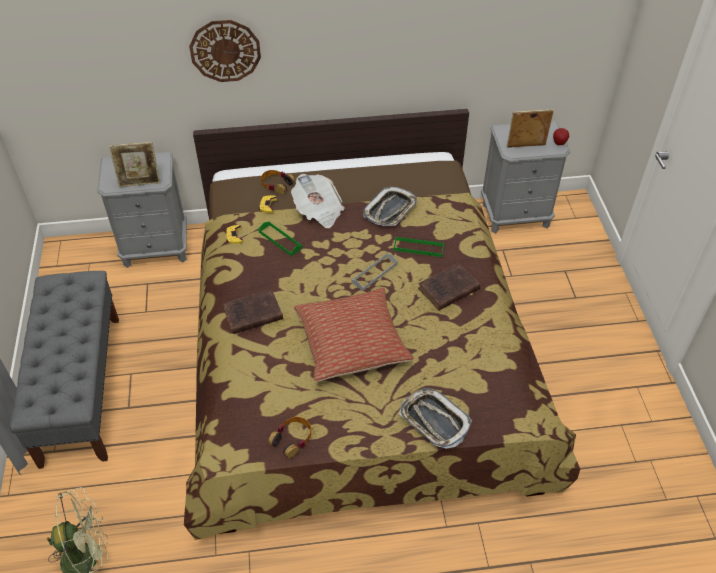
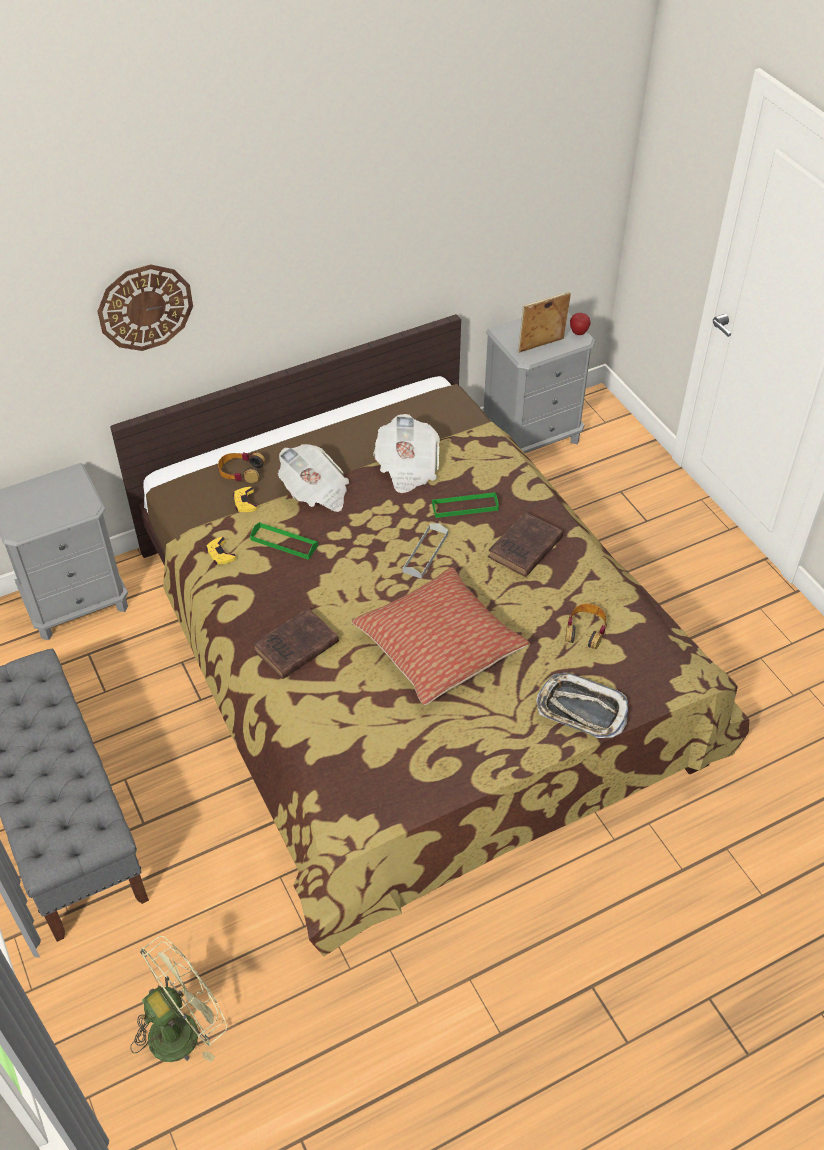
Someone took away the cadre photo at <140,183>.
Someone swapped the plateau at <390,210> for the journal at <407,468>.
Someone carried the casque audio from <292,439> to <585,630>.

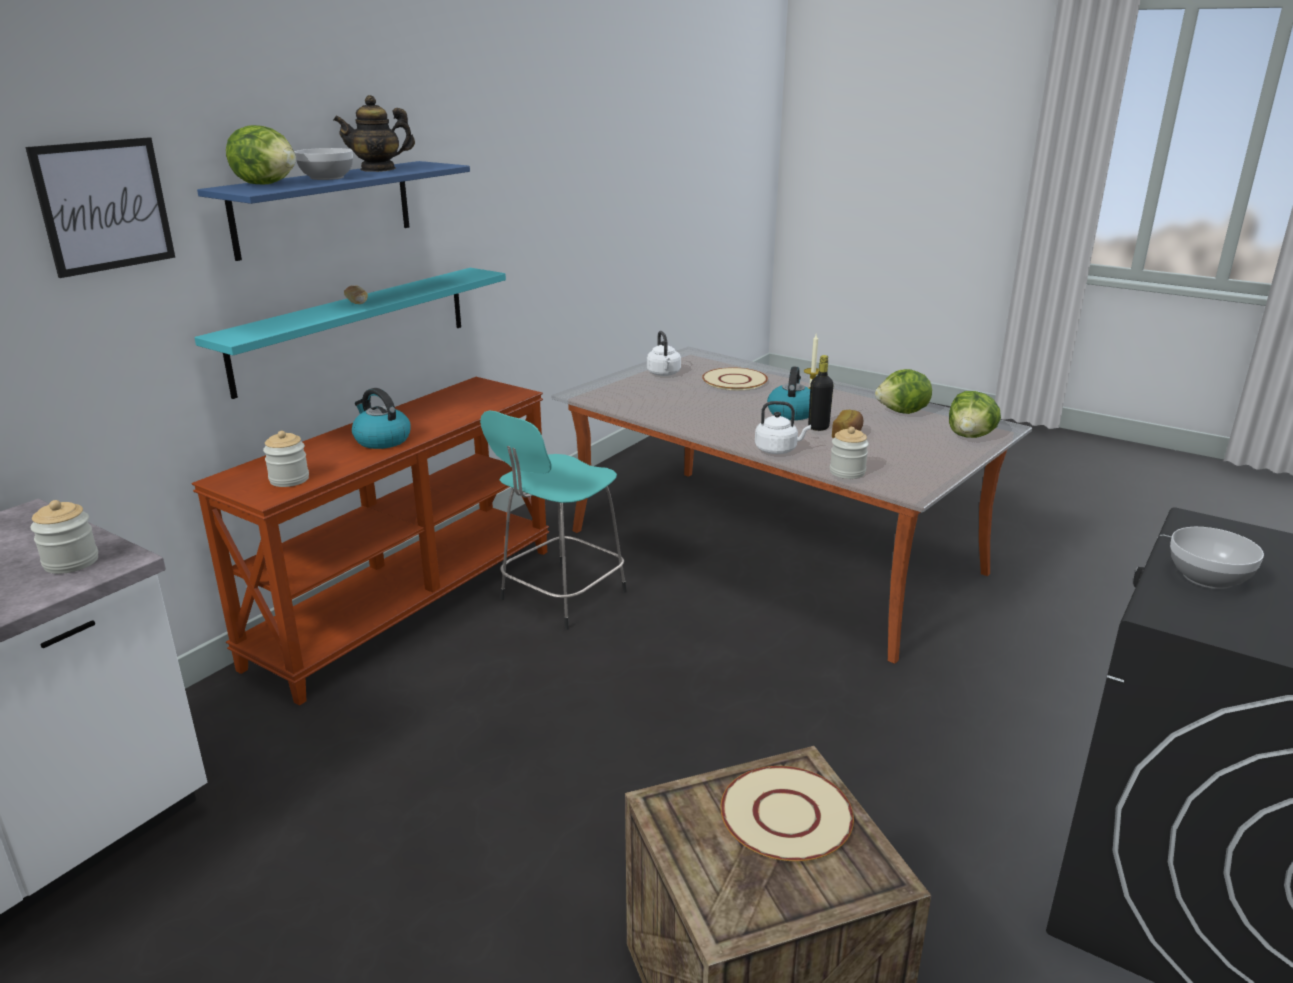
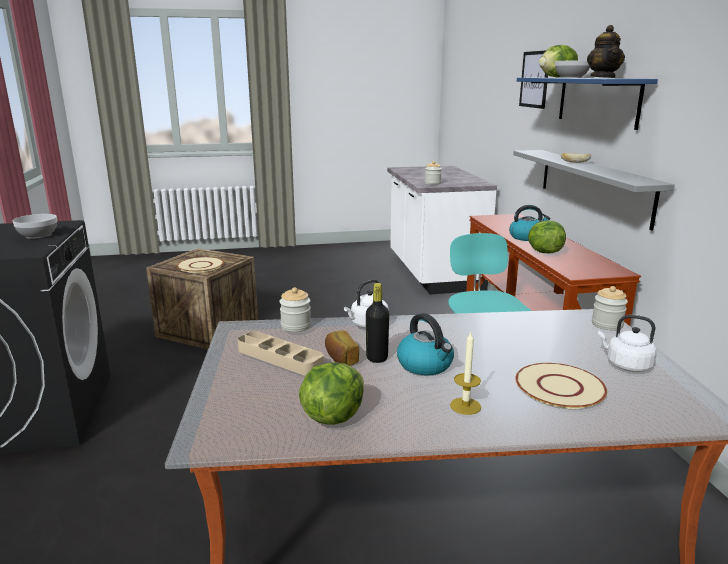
Someone rotated the théière at <378,169> by 150 degrees clockwise.
Someone repainted the étagère [turquoise] at <354,328>, which became the étagère [gris] at <593,185>.
Someone carried the laitue from <970,436> to <543,252>.
Someone carried the bocal from <289,479> to <607,324>.
Someone put down the plateau [beige] at <279,358>.

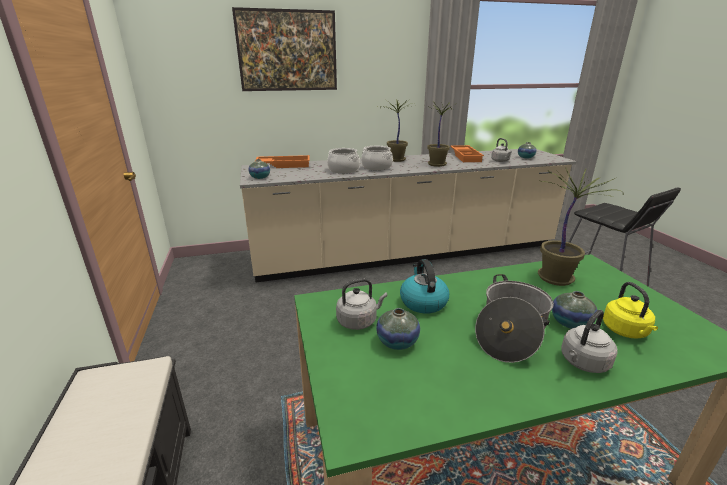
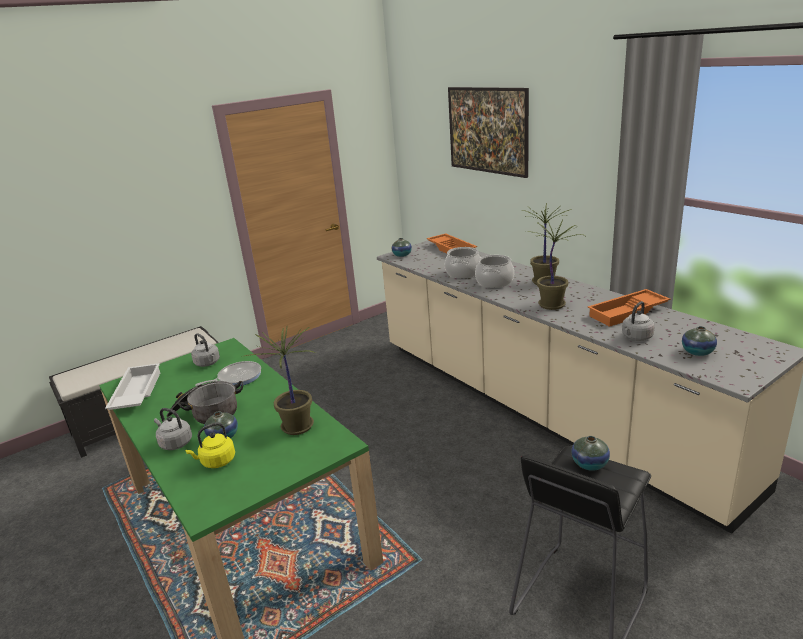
Someone swapped the bouilloire at <423,302> for the poêle at <237,377>.
Someone carried the vase from <397,342> to <589,464>.
Someone put down the plateau [blanc] at <136,393>.

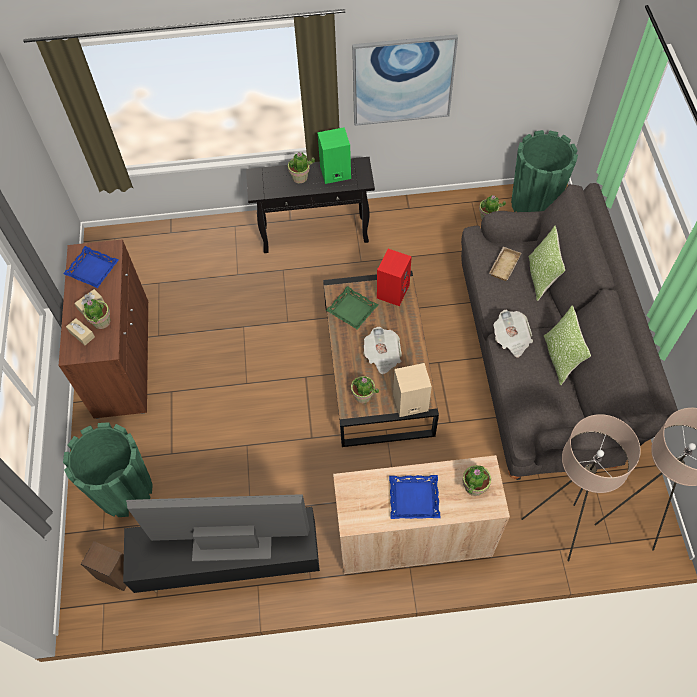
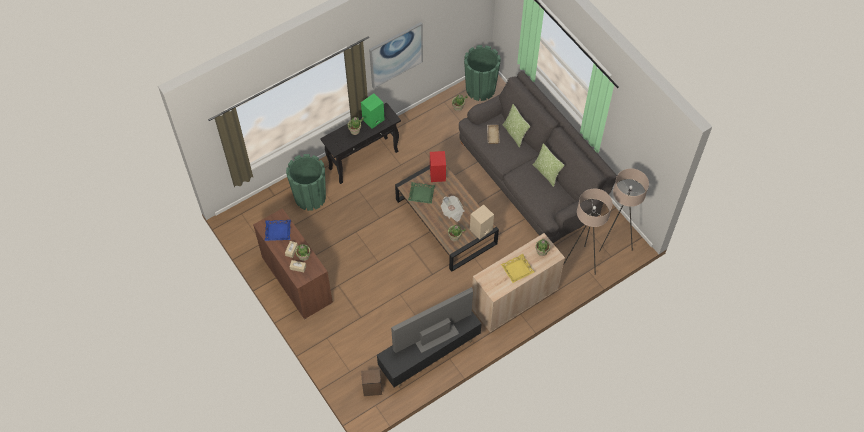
Someone took away the journal at <511,339>.
Someone carried the cache-pot [vert] from <125,490> to <310,197>.
Someone repainted the plateau [bleu] at <414,498>, which became the plateau [jaune] at <517,269>.

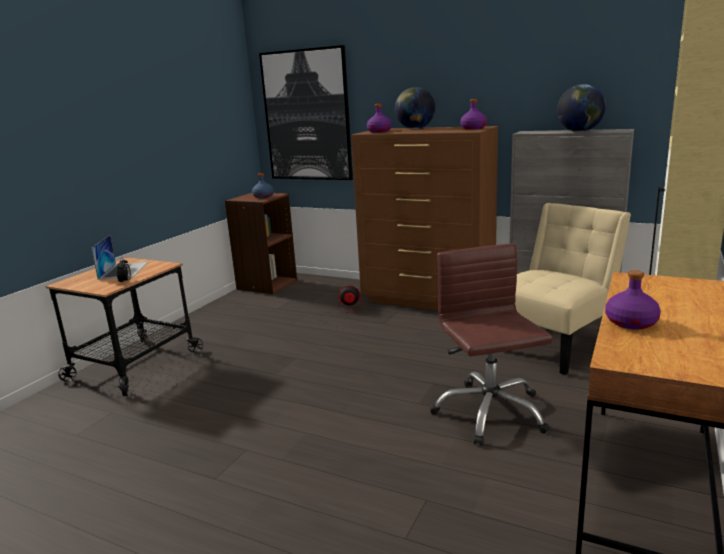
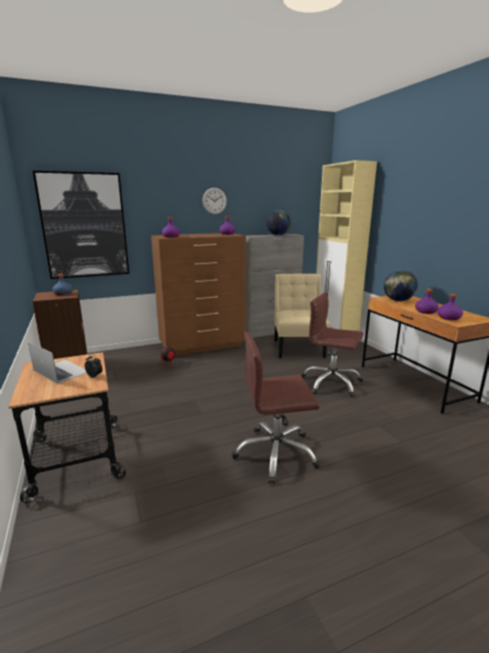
Someone carried the globe from <415,128> to <398,300>.
Someone put up the horloge murale at <214,201>.
Someone put down the bouteille [violet] at <449,318>.
Someone put down the chaise de bureau [marron] at <276,454>.

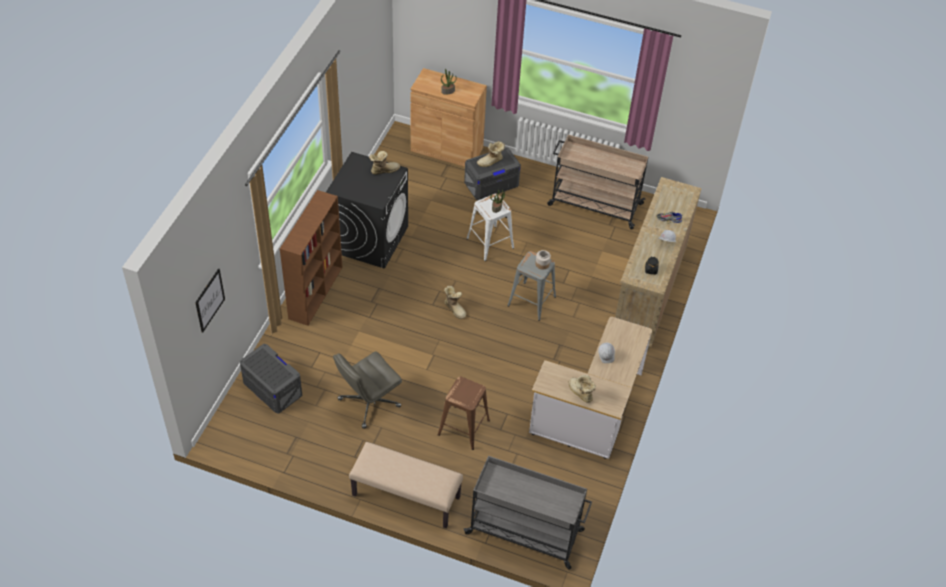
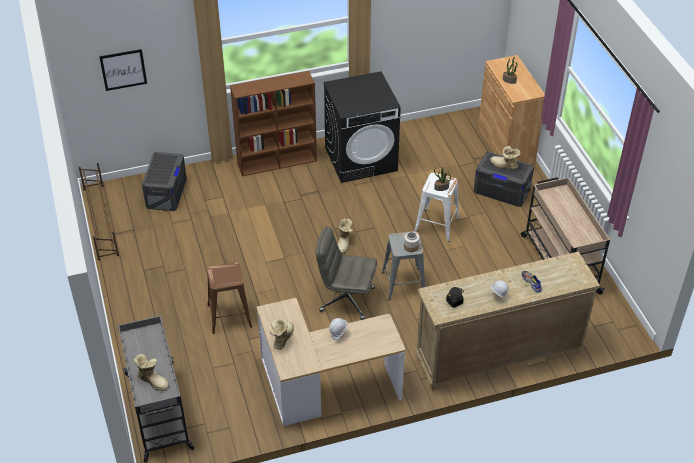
Someone carried the botte from <384,170> to <153,380>.
Someone carried the chaise de bureau [gris] from <368,403> to <346,299>.
Someone took away the banc [beige] at <405,497>.
Someone put down the étagère à chaussures [marron] at <101,221>.

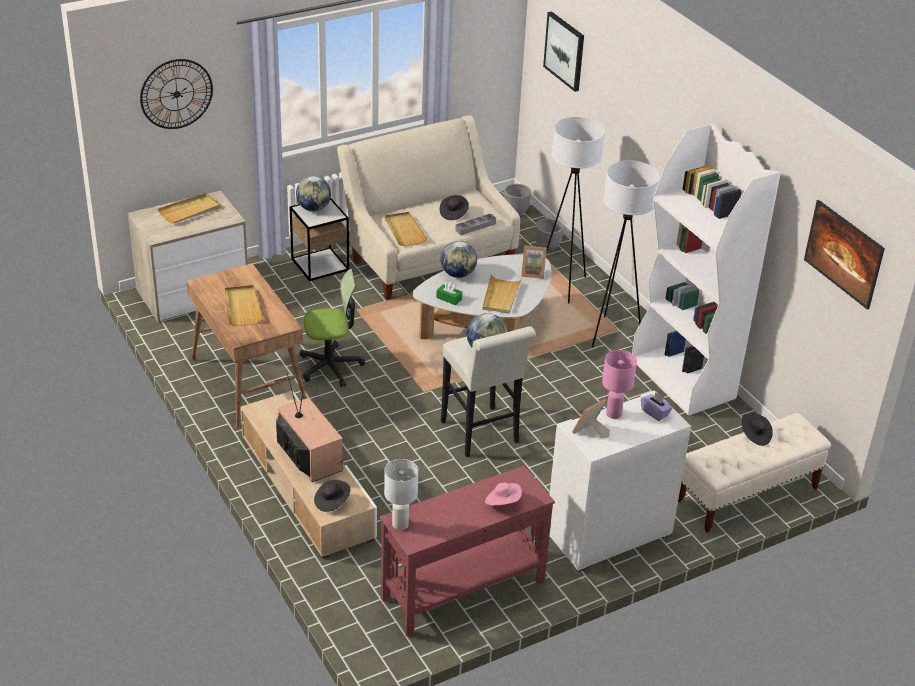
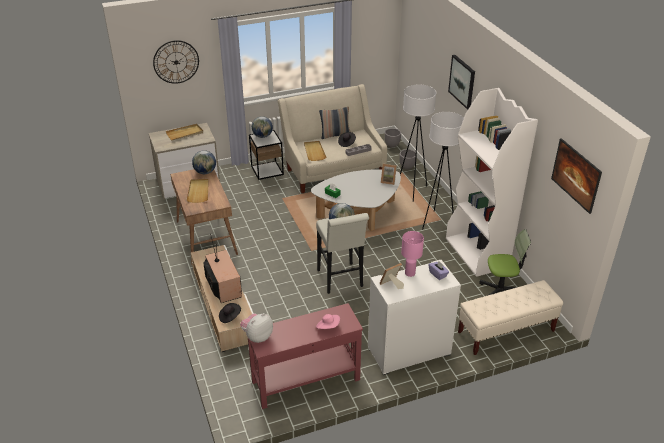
Someone carried the tableau from <565,51> to <462,81>.
Someone carried the globe from <458,274> to <205,172>.
Someone carried the chaise de bureau from <330,366> to <501,292>.
Someone took away the plateau [beige] at <501,296>.
Someone took away the chapeau [noir] at <755,436>.
Someone swapped the lampe de table [blanc] at <400,524> for the peluche at <257,336>.
Someone put down the coussin at <335,135>.

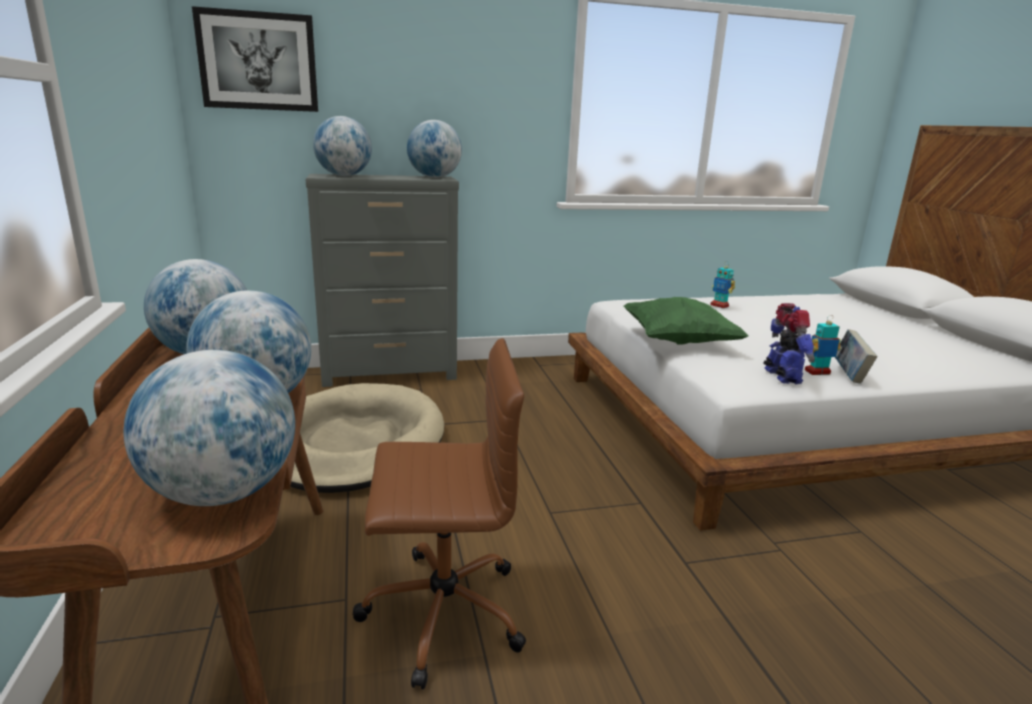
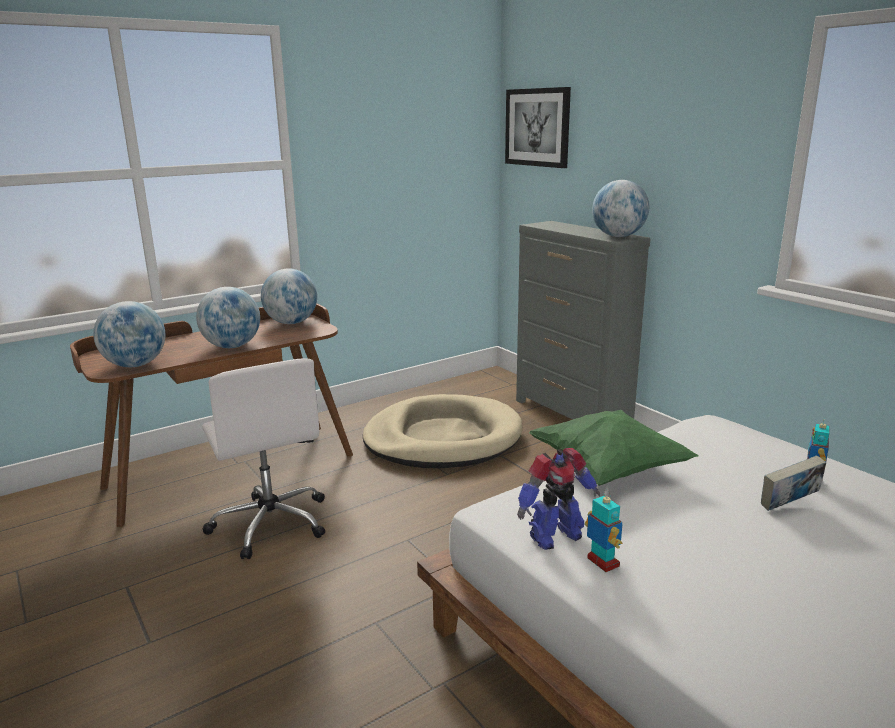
Someone took away the globe at <344,176>.
Someone carried the livre from <849,375> to <788,505>.
Someone repainted the chaise de bureau [marron] at <440,611>, which became the chaise de bureau [blanc] at <270,523>.

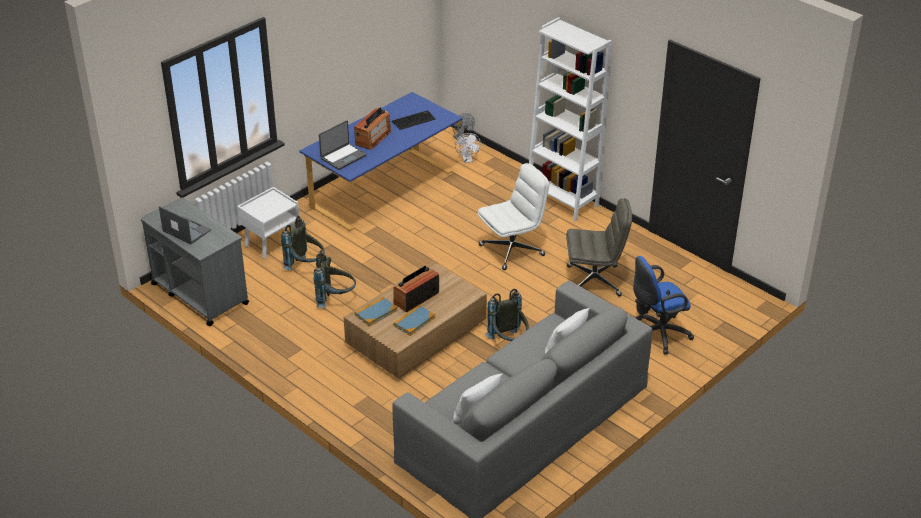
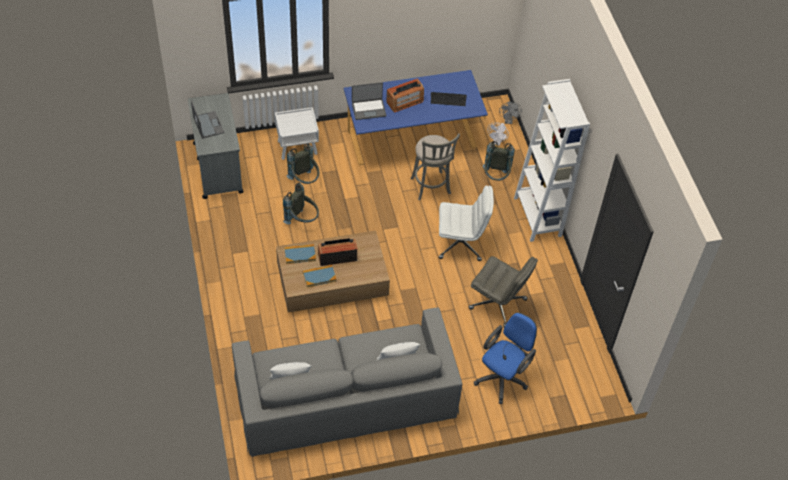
Someone rotated the chaise de bureau [bleu] at <656,335> by 120 degrees clockwise.
Someone carried the sac à dos [gris] from <509,341> to <496,177>.
Someone put down the tabouret [gris] at <431,188>.

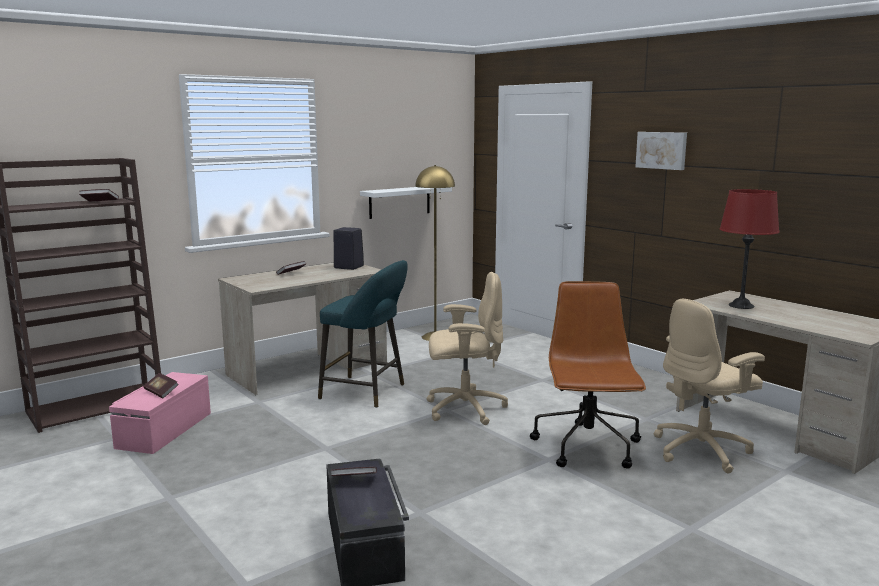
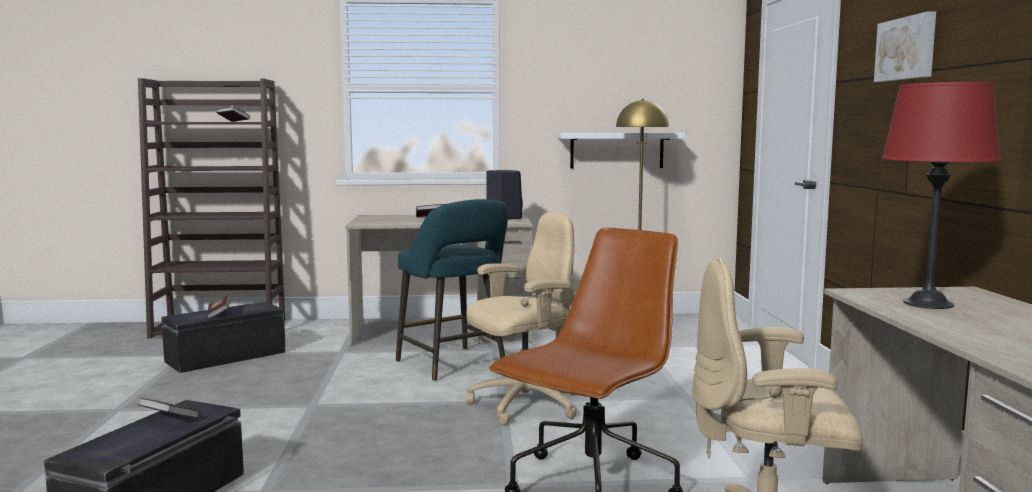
Someone rotated the chaise de bureau [beige] at <464,409> by 60 degrees counterclockwise.
Someone repainted the boîte de rangement [rose] at <163,430>, which became the boîte de rangement [noir] at <225,356>.

